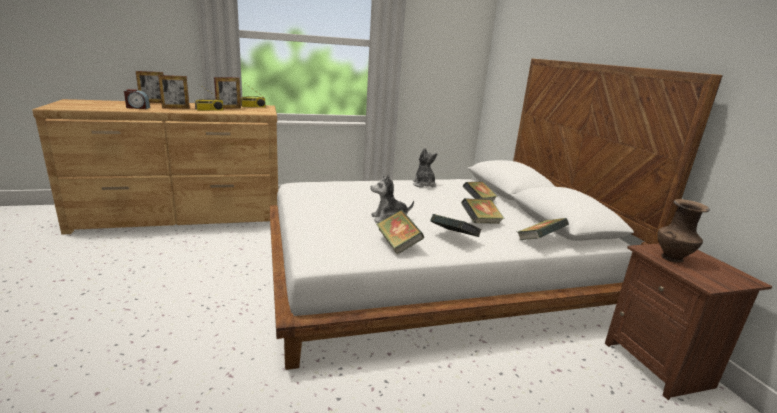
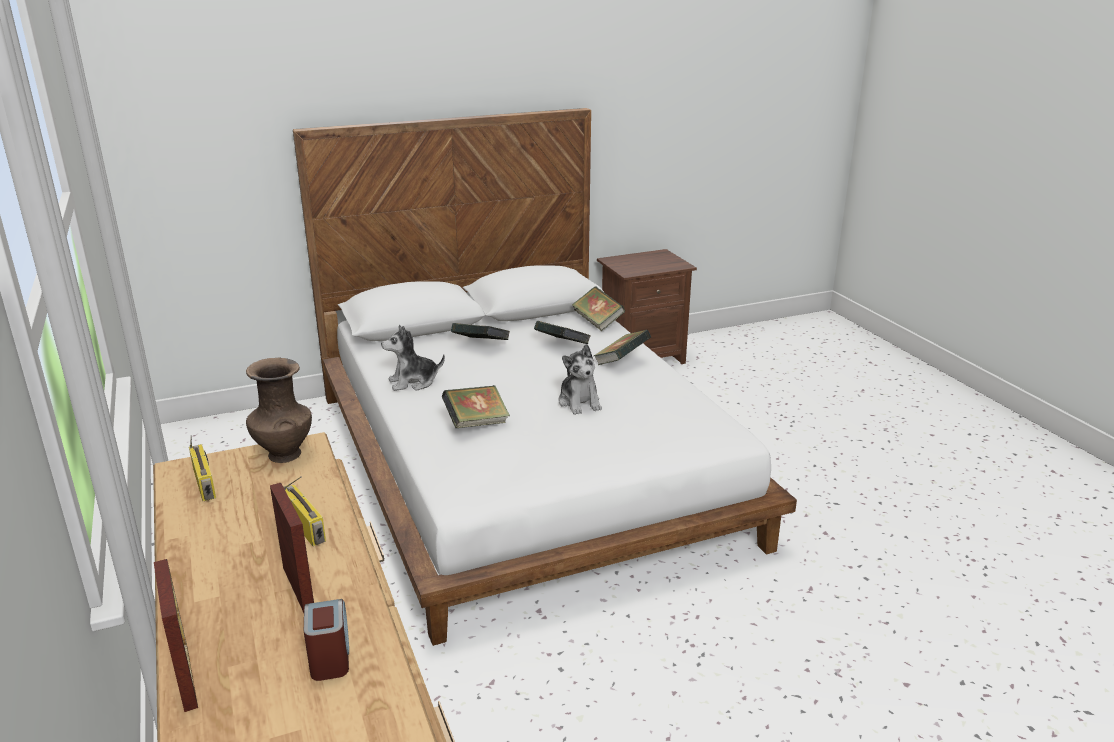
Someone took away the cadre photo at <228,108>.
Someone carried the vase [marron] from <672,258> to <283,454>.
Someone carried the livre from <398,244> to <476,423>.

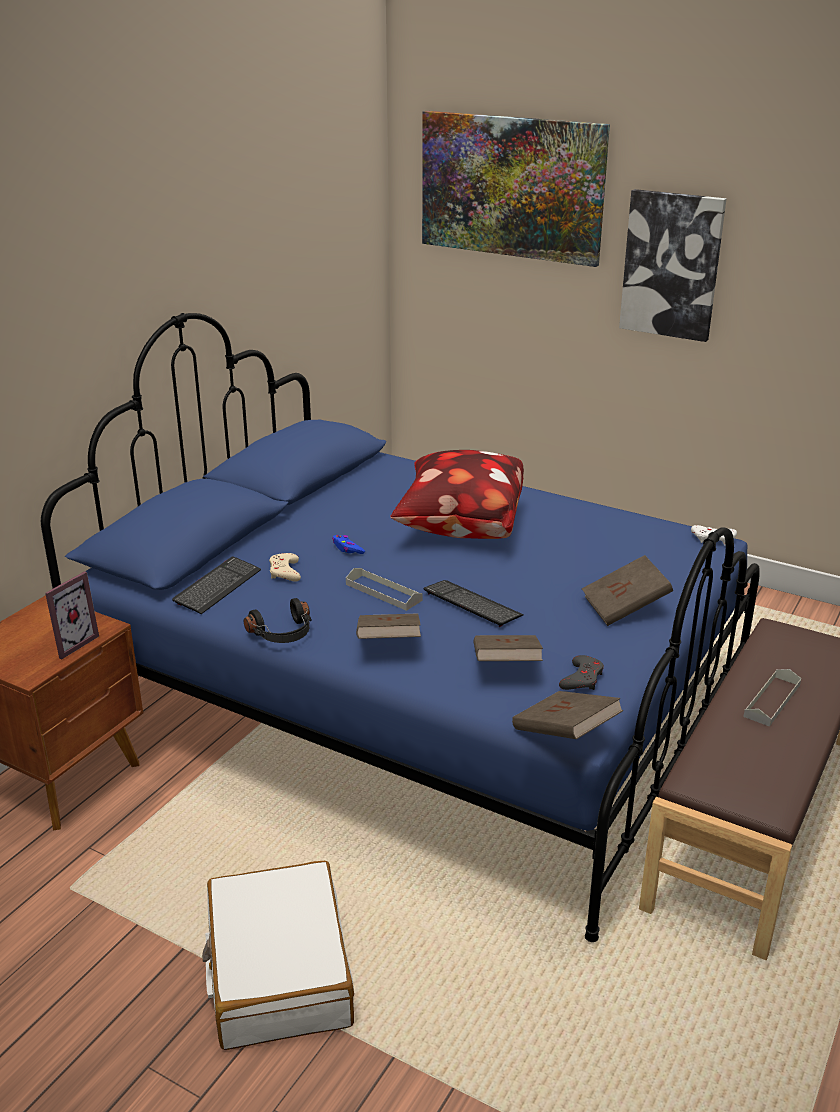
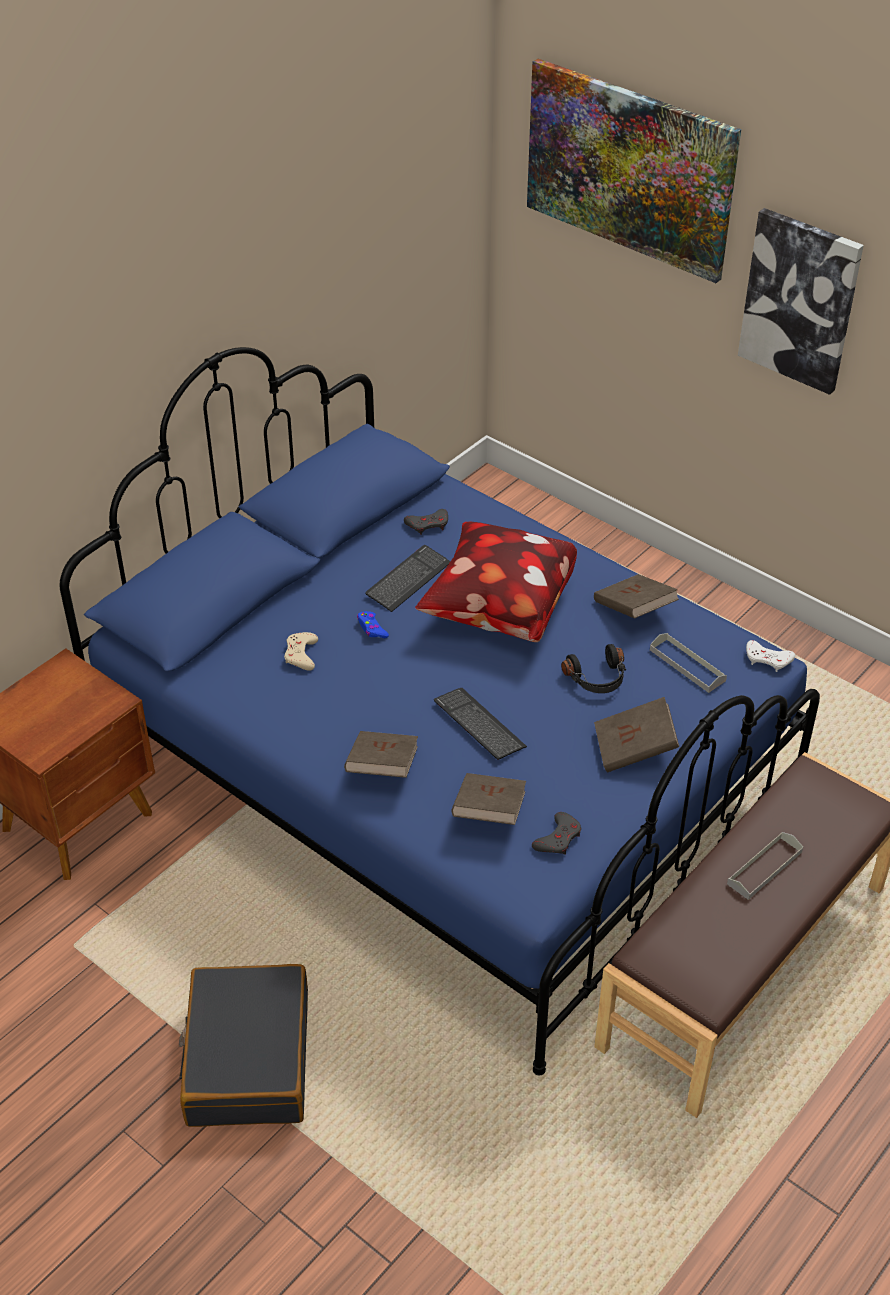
Someone carried the clavier from <217,587> to <408,580>.
Someone carried the plateau [gris] from <383,592> to <687,665>.
Someone took away the cadre photo at <70,643>.
Someone carried the casque audio [noir] from <283,634> to <597,679>.
Someone carried the livre [marron] from <565,734> to <634,610>.
Someone repainted the valise [blanc] at <278,971>, which became the valise [noir] at <247,1059>.
Someone put down the manette [gris] at <428,524>.

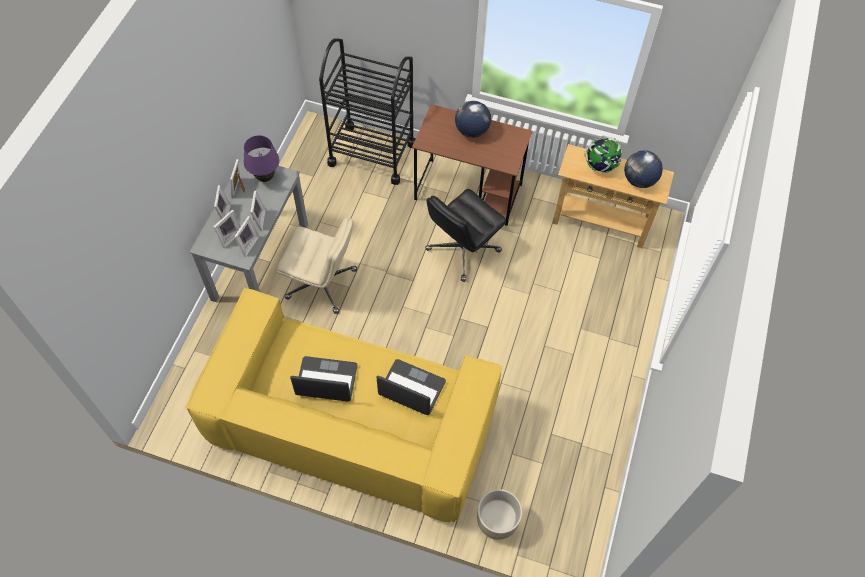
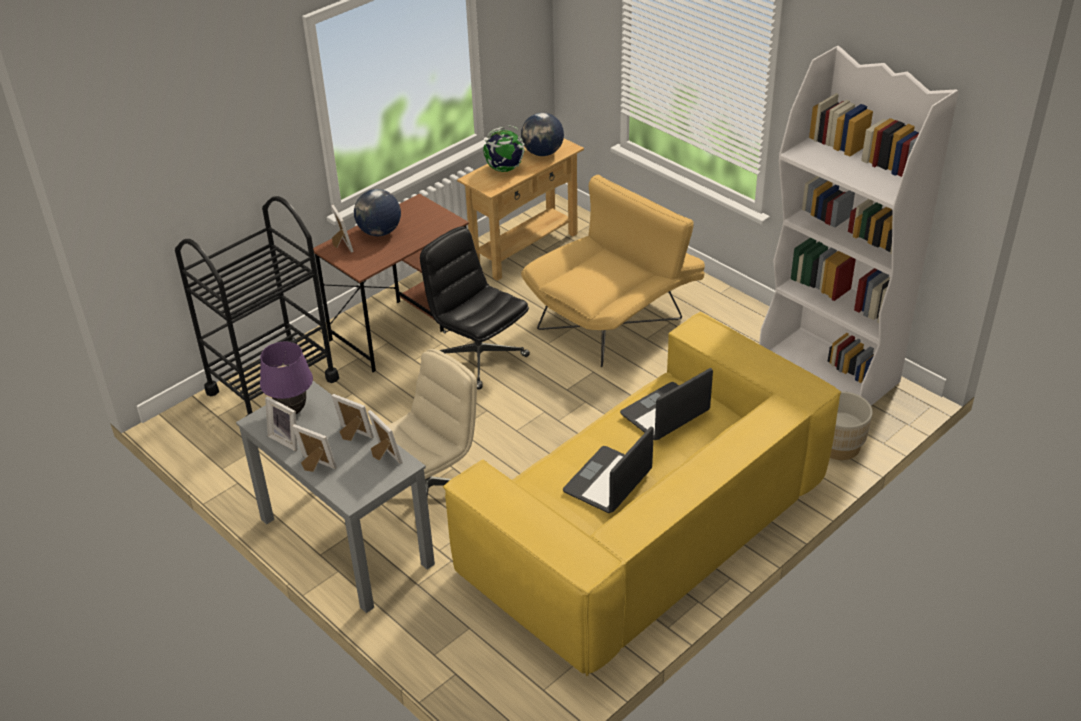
Someone rotated the chaise de bureau [noir] at <462,251> by 150 degrees clockwise.
Someone carried the cadre photo from <229,236> to <341,245>.
Someone put down the bibliothèque [blanc] at <829,372>.
Someone put down the fauteuil [jaune] at <615,317>.

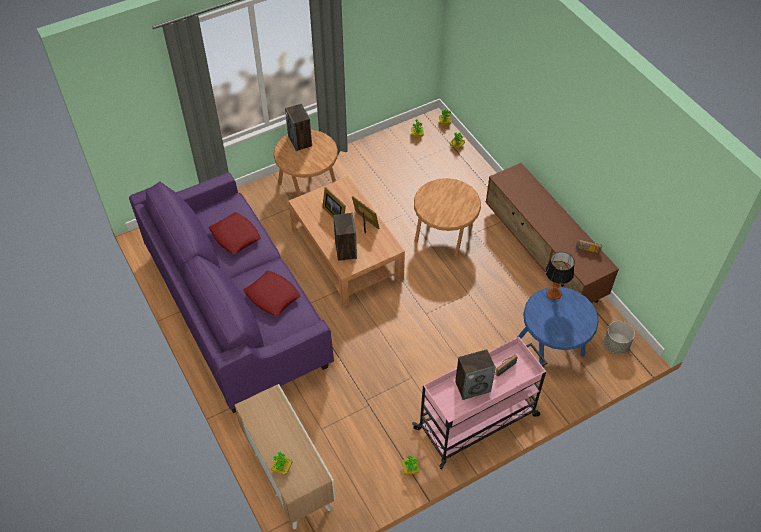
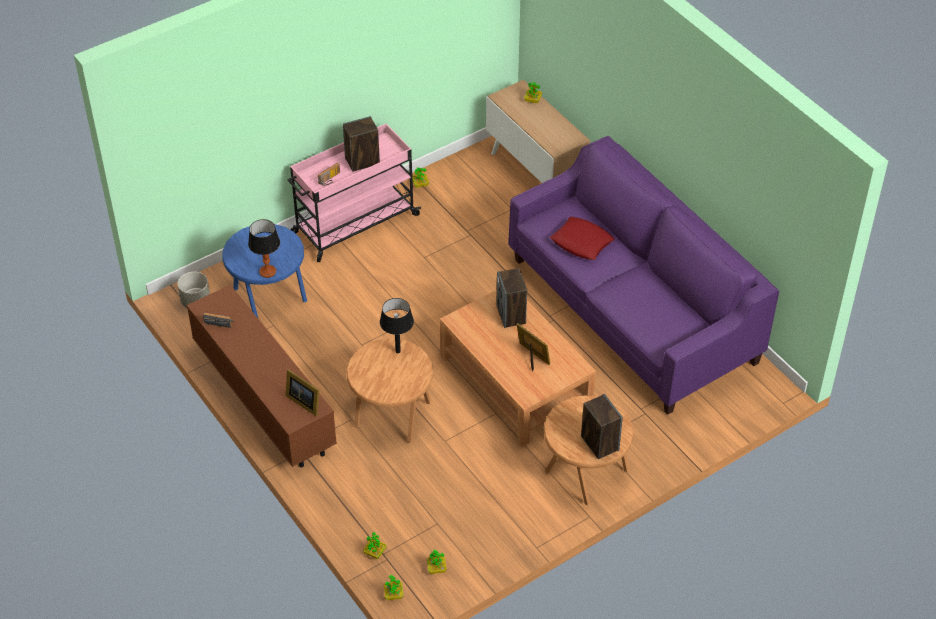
Someone carried the cadre photo from <365,223> to <304,401>.
Someone took away the coussin [rouge] at <235,236>.
Someone put down the lampe de table [noir] at <397,351>.

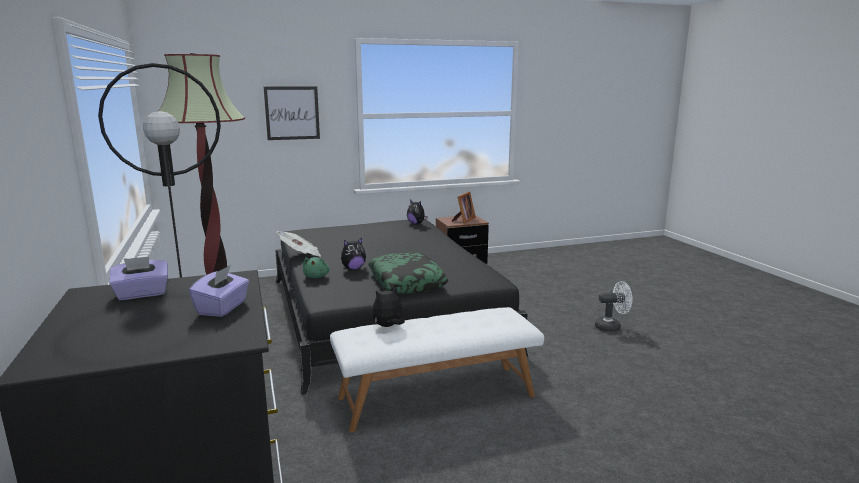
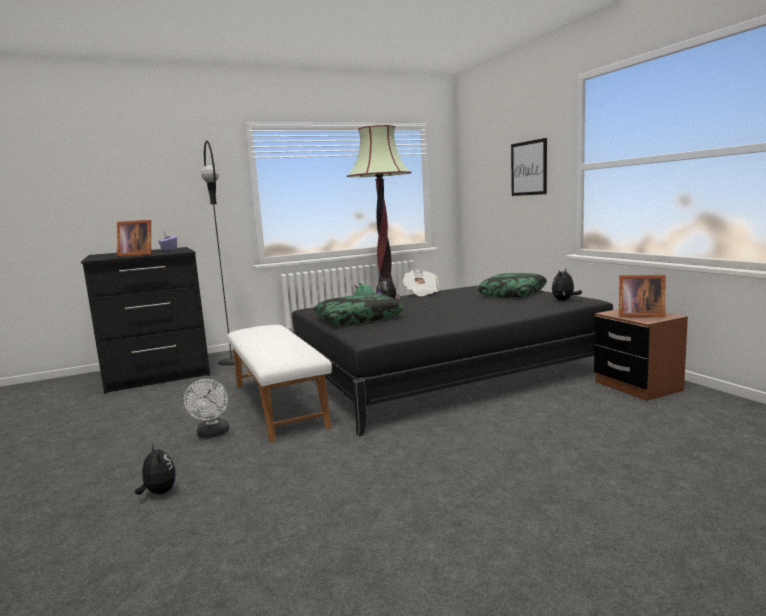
Someone swapped the boîte à mouchoirs [violet] at <223,308> for the cadre photo at <136,255>.
Someone carried the ventilateur [blanc] from <611,327> to <212,434>.
Someone carried the peluche from <388,326> to <159,493>.
Someone put down the coussin at <513,293>.

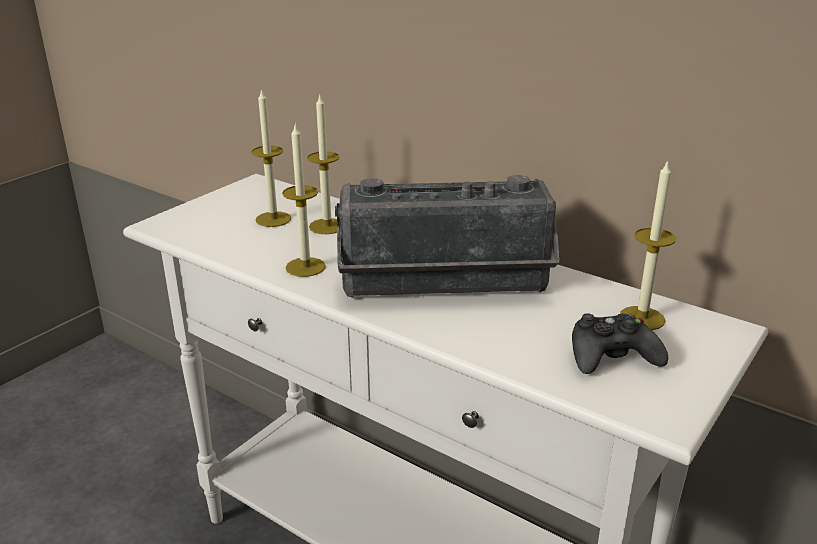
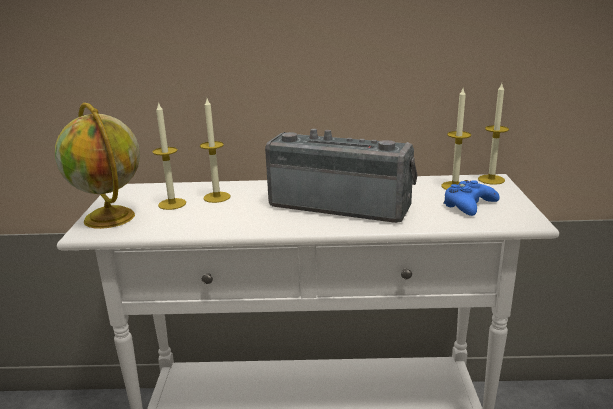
Someone carried the bougie from <305,267> to <491,179>.
Someone rotated the radio at <444,288> by 120 degrees counterclockwise.
Someone repainted the manette [noir] at <612,356>, which became the manette [bleu] at <468,205>.
Someone put down the globe at <110,218>.

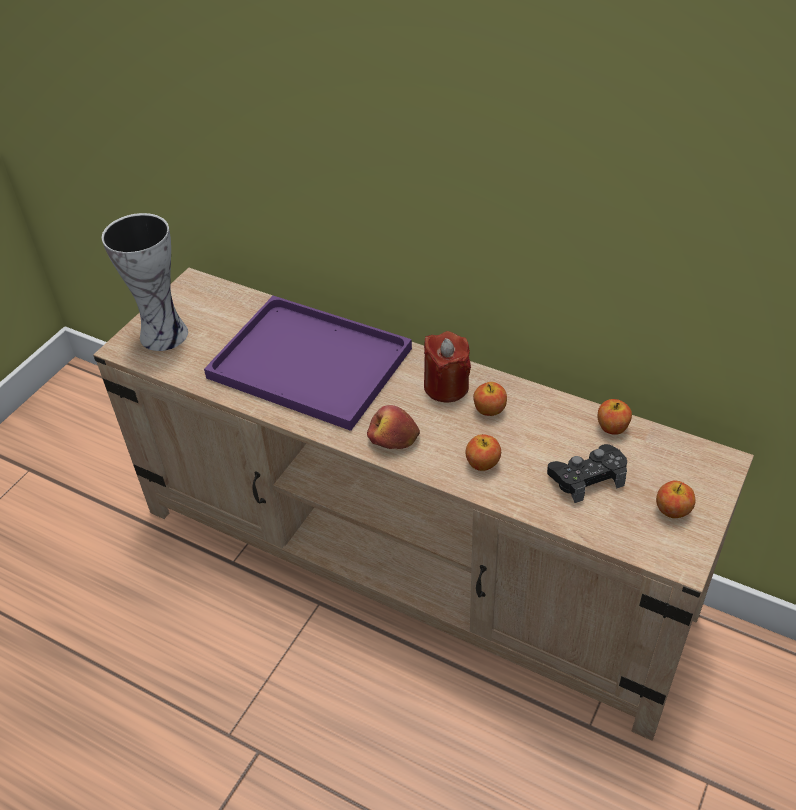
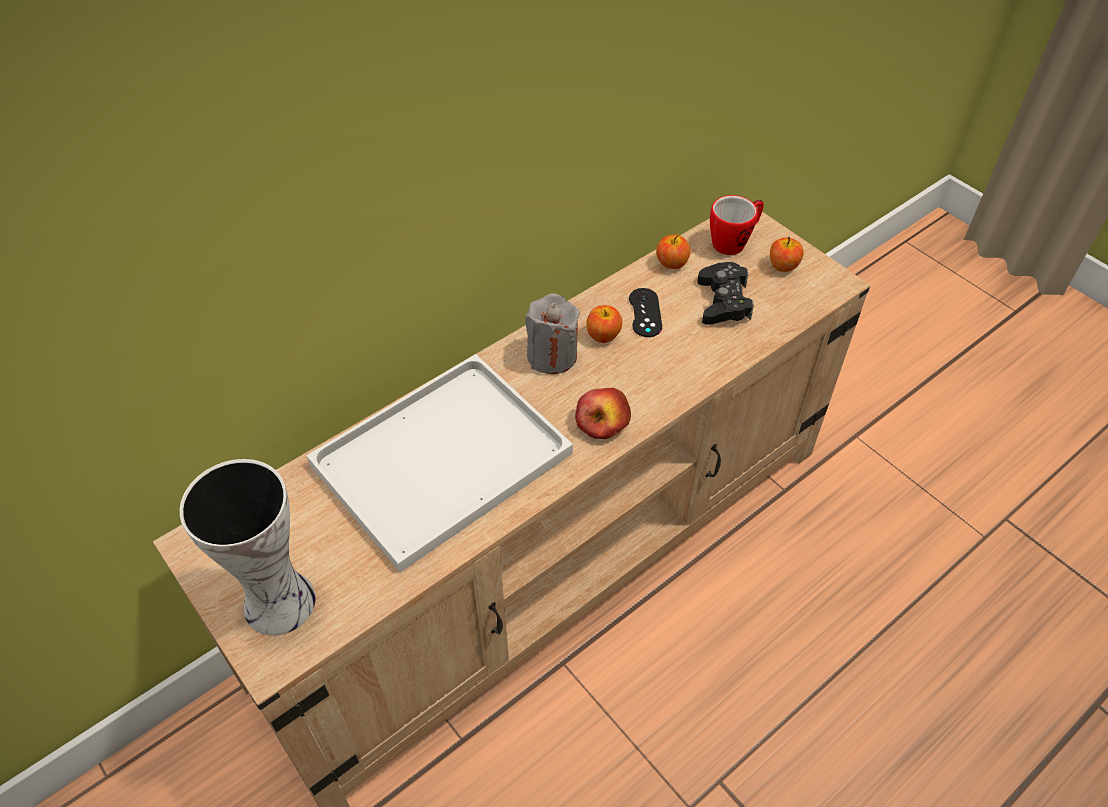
Someone repainted the plateau [violet] at <305,363>, which became the plateau [blanc] at <439,463>.
Someone repainted the bougie [rouge] at <446,387>, which became the bougie [gris] at <552,356>.
Someone took away the pomme at <483,463>.
Someone put down the mug at <734,242>.
Someone put down the manette [noir] at <645,313>.

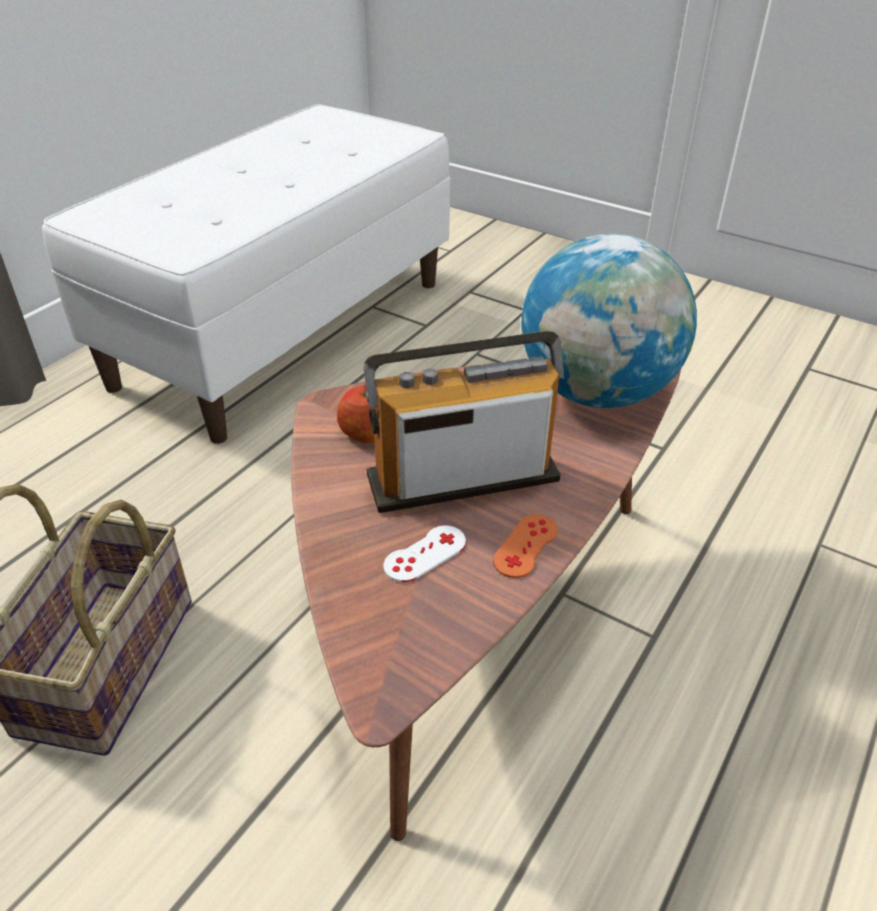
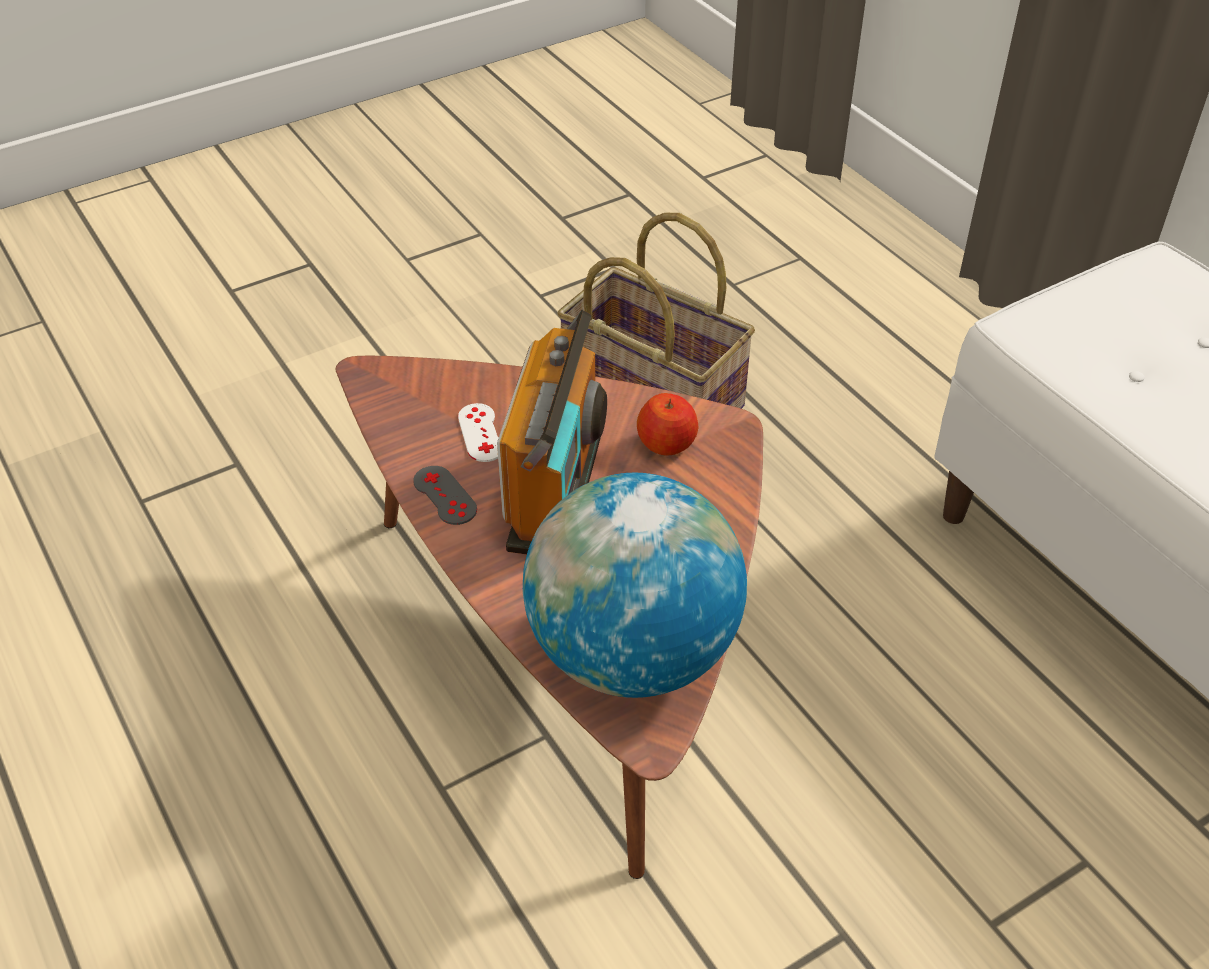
Someone repainted the manette [orange] at <526,546>, which became the manette [gris] at <445,495>.

